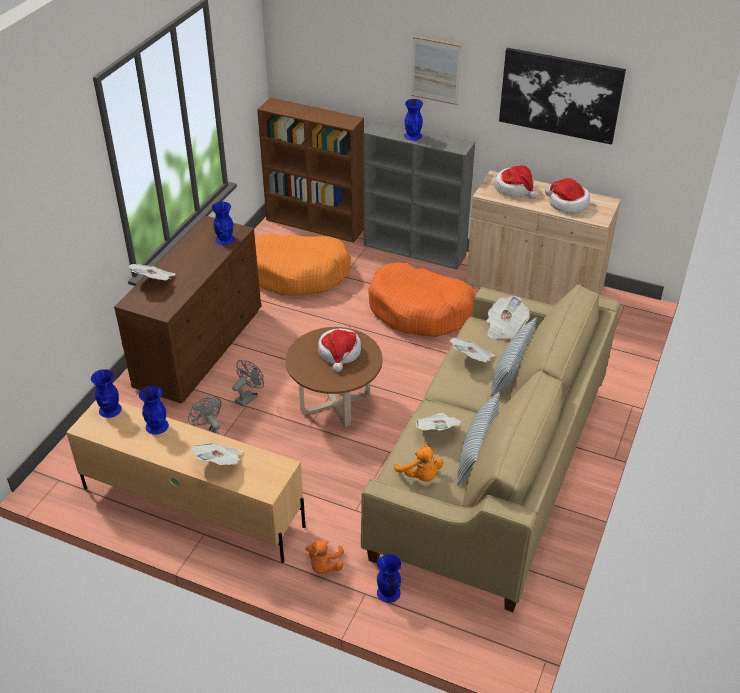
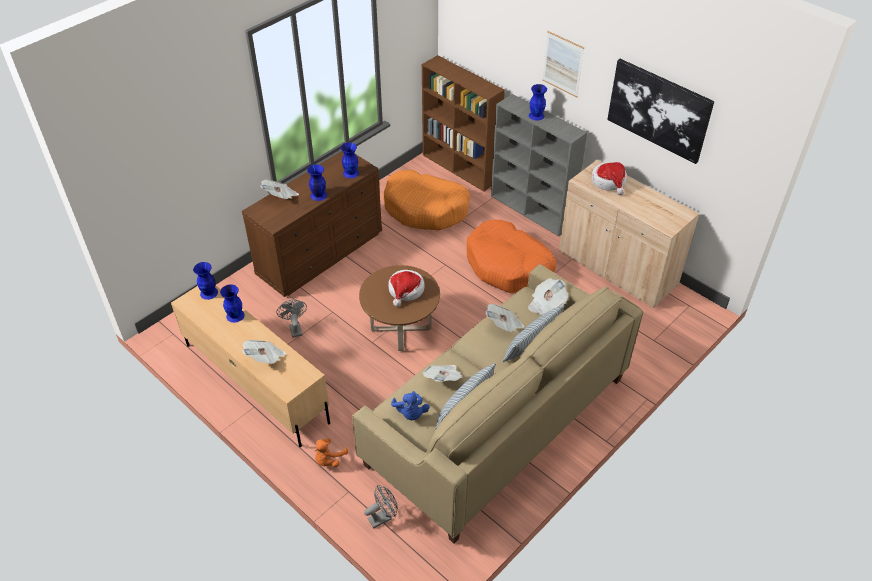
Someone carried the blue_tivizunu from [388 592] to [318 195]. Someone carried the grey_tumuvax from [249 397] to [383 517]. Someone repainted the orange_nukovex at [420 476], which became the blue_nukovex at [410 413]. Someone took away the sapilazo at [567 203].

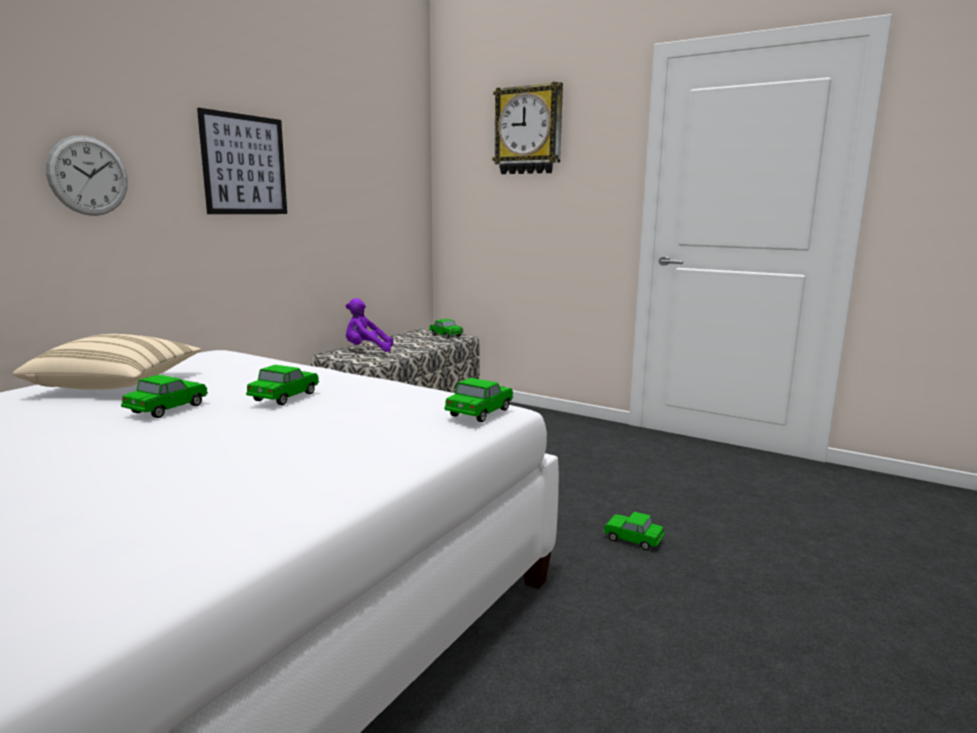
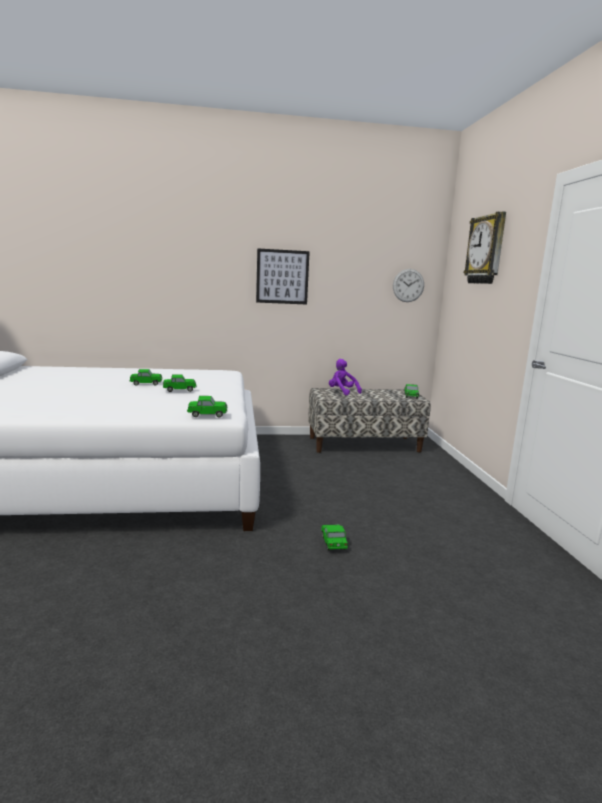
Someone carried the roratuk from [88 176] to [408 285]. Someone took away the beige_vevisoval at [117 385].

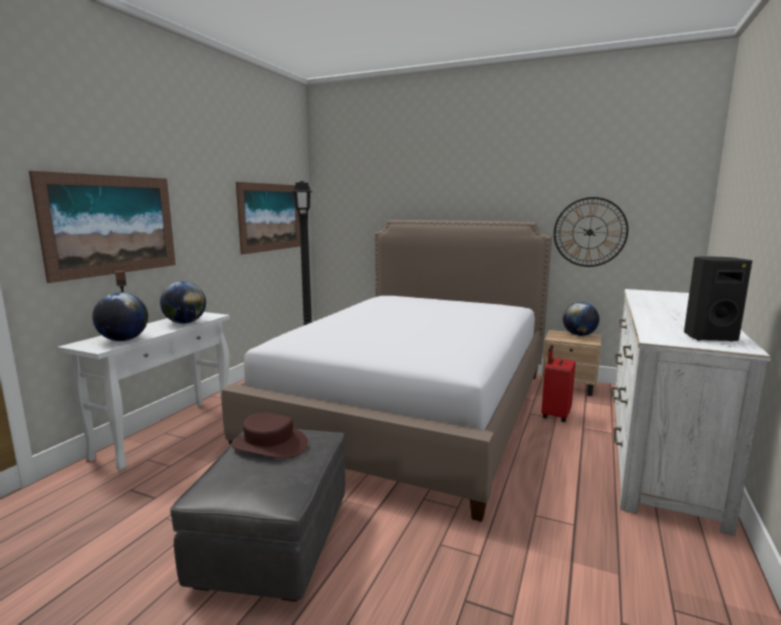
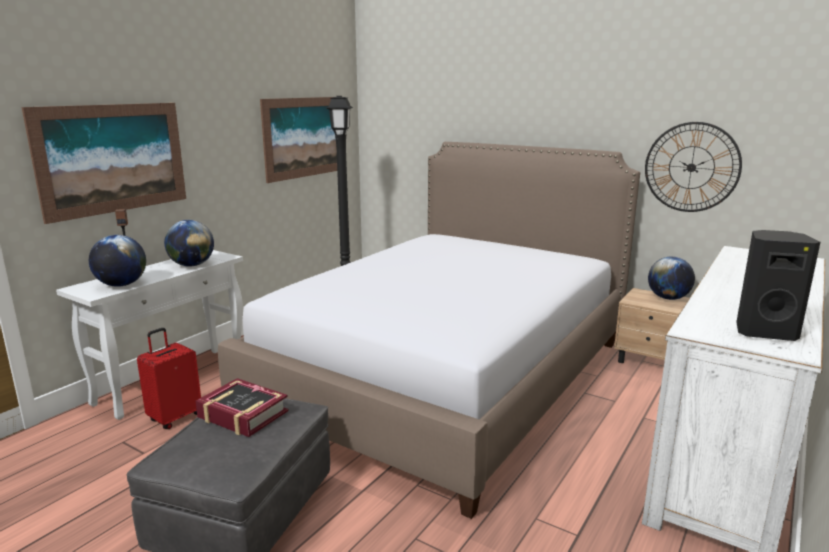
Someone carried the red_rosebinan from [555 415] to [175 417]. Someone swapped the brown_sapilazo at [269 445] for the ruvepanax at [242 415].

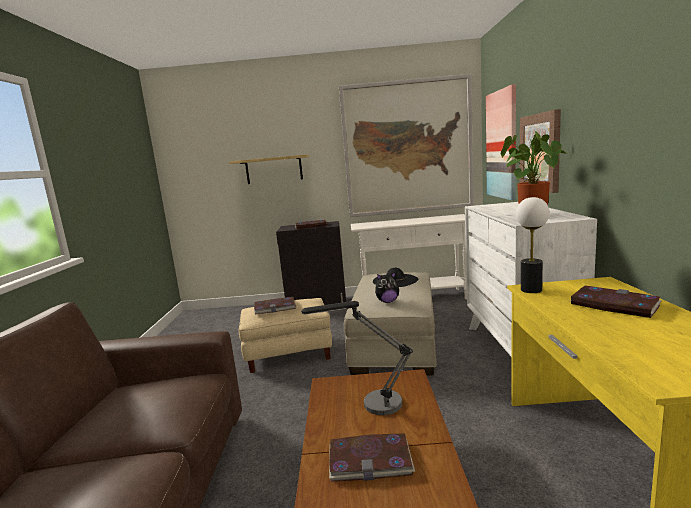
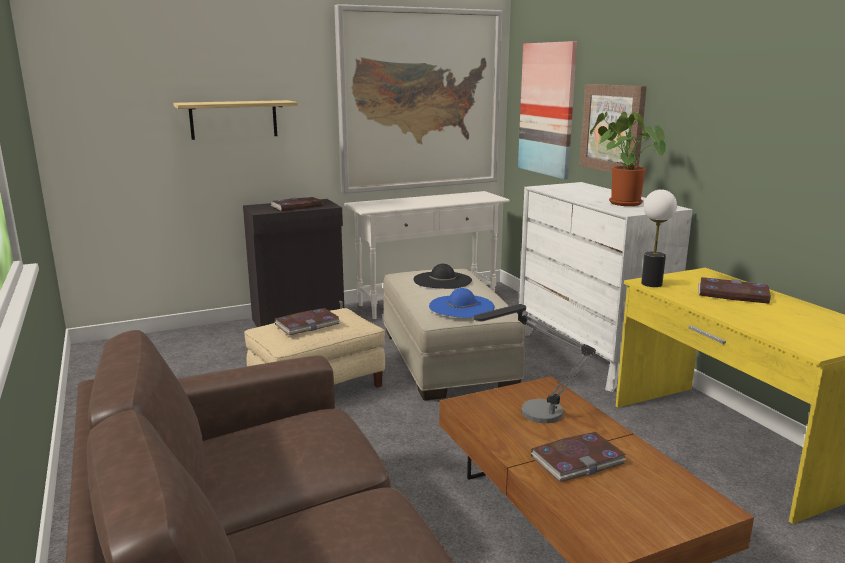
Someone swapped the nukovex at [387 301] for the blue_sapilazo at [461 306].

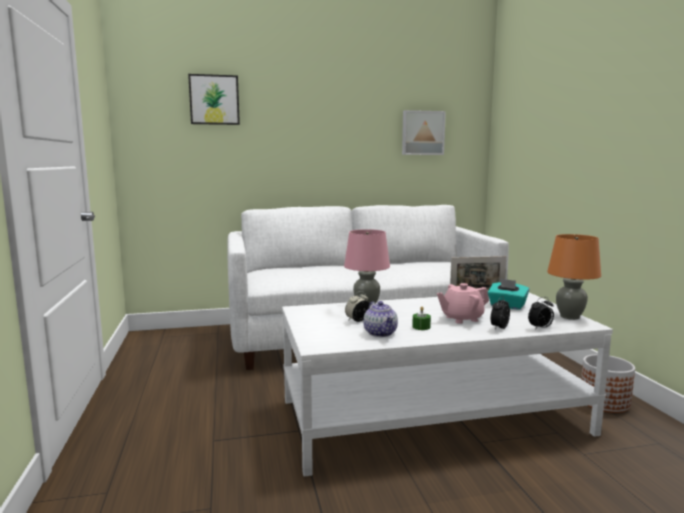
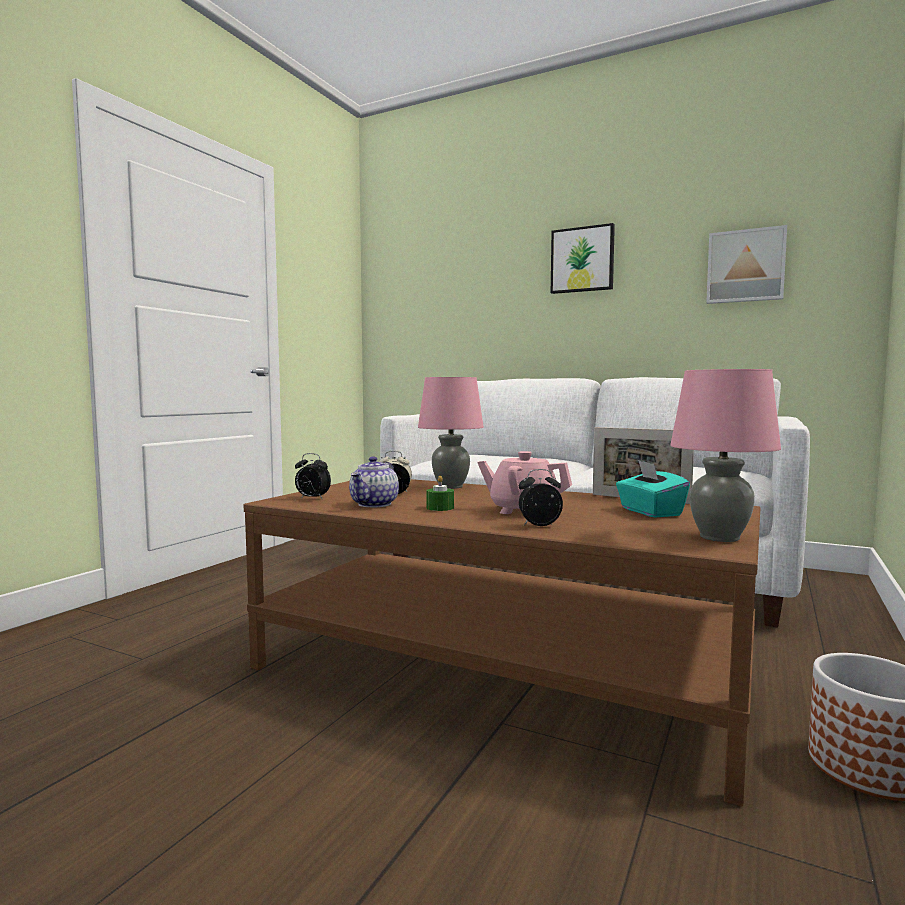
Someone repainted the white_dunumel at [433 417], which became the brown_dunumel at [498 671]. Someone carried the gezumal from [540 328] to [312 498]. Someone carried the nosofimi from [214 100] to [582 260]. Someone repainted the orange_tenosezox at [570 317], which became the pink_tenosezox at [719 537].

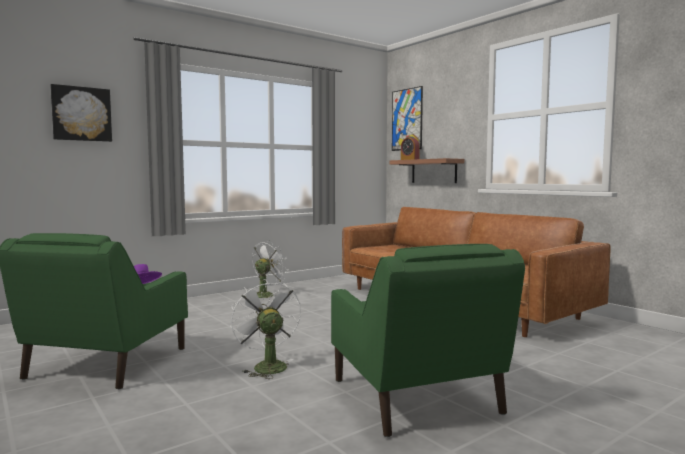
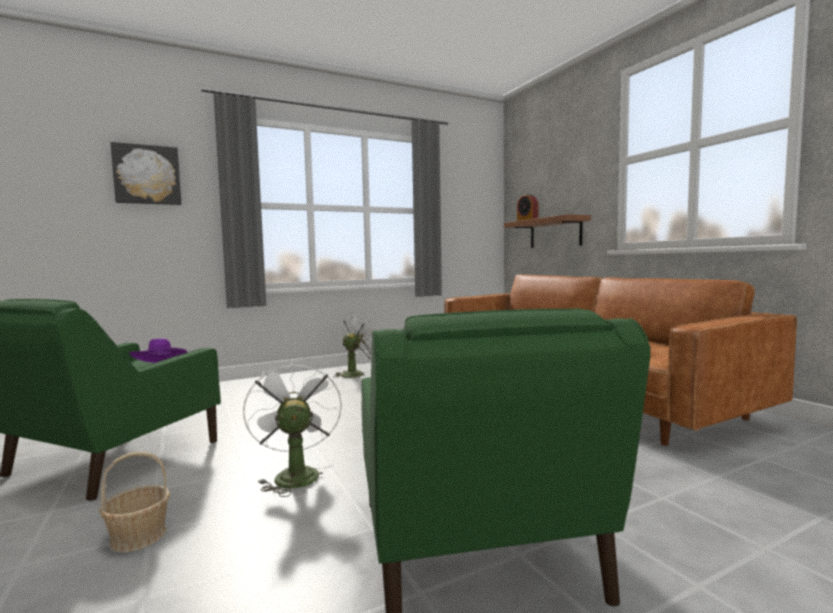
Someone put down the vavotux at [138 536]. Someone took away the nosofimi at [407 119].

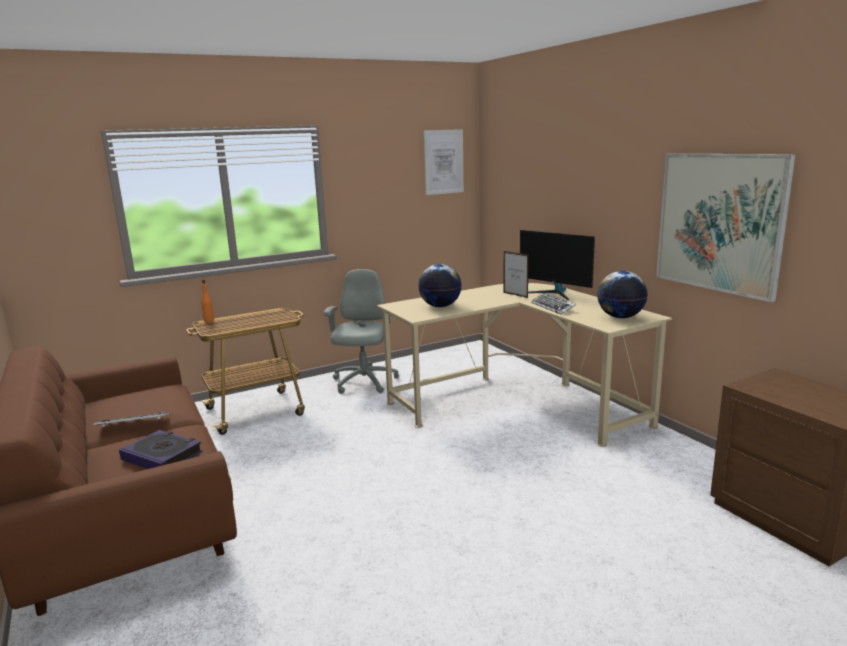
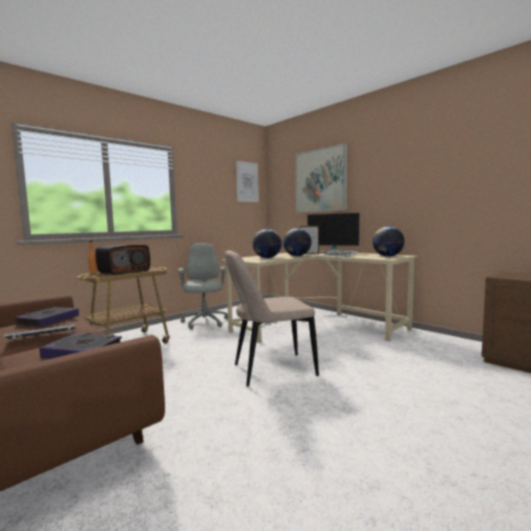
Someone put down the ruvepanax at [48 320]. Someone put down the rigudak at [124 271]. Someone put down the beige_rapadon at [270 370]. Someone put down the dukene at [297 256]. Someone carried the nosofimi from [719 222] to [320 180].

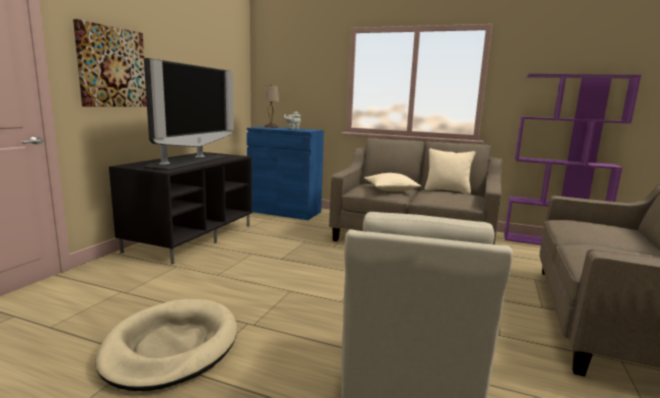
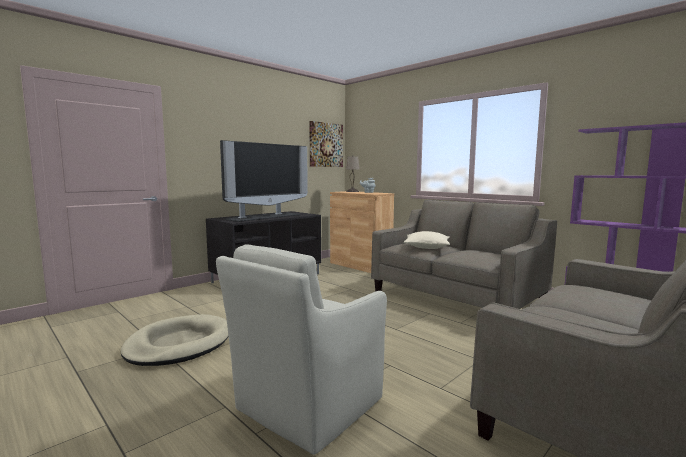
Someone carried the nosofimi from [112 67] to [325 145]. Someone repainted the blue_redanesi at [284 211], which became the brown_redanesi at [360 265]. Someone took away the beige_vevisoval at [447 191].

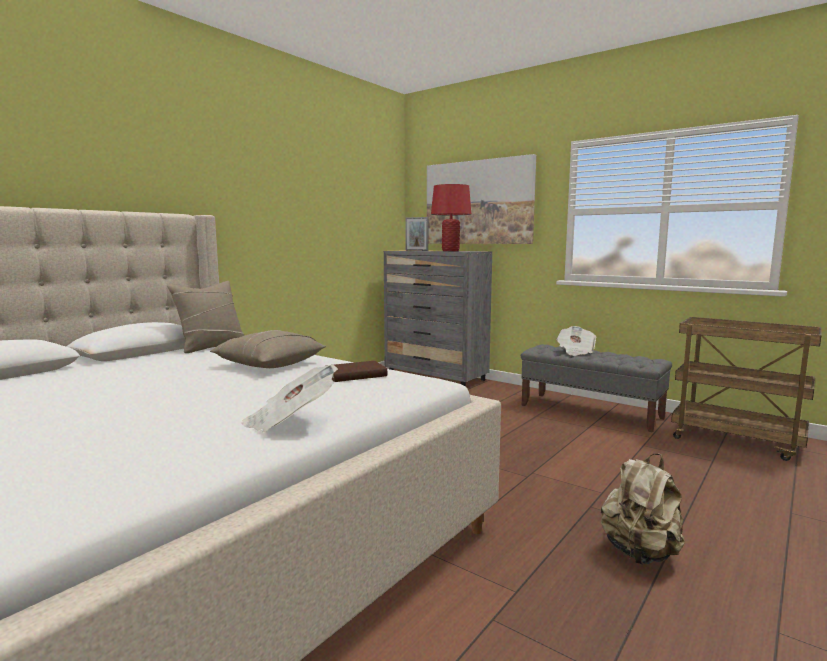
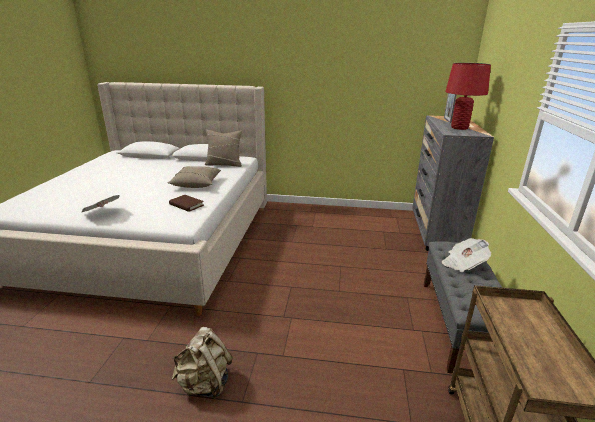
Someone took away the nosofimi at [478 202].

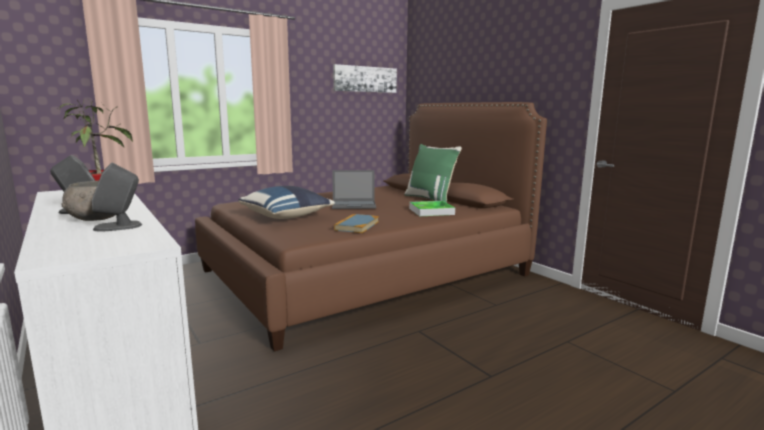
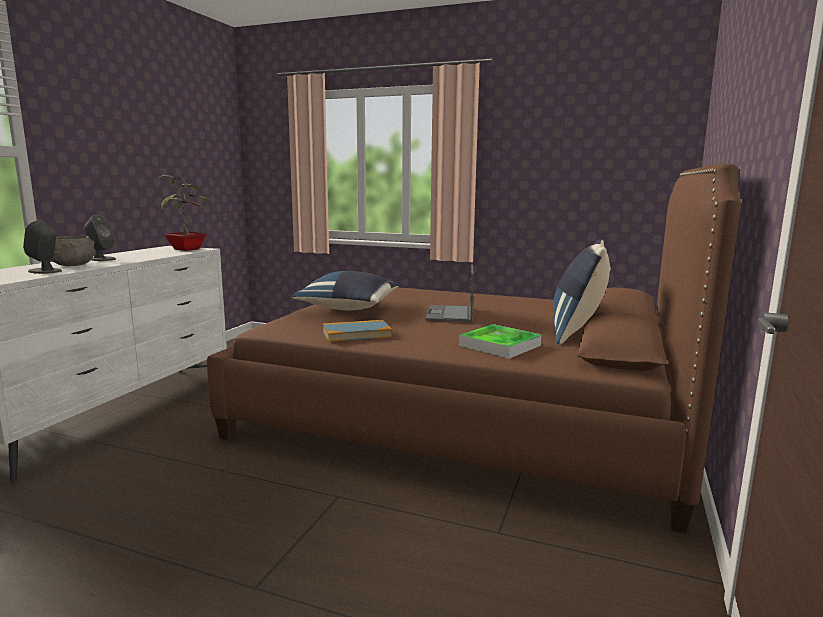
Someone rotated the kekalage at [354 205] by 45 degrees clockwise. Someone repainted the green_vevisoval at [431 199], which became the blue_vevisoval at [577 332]. Someone took away the nosofimi at [365 79].

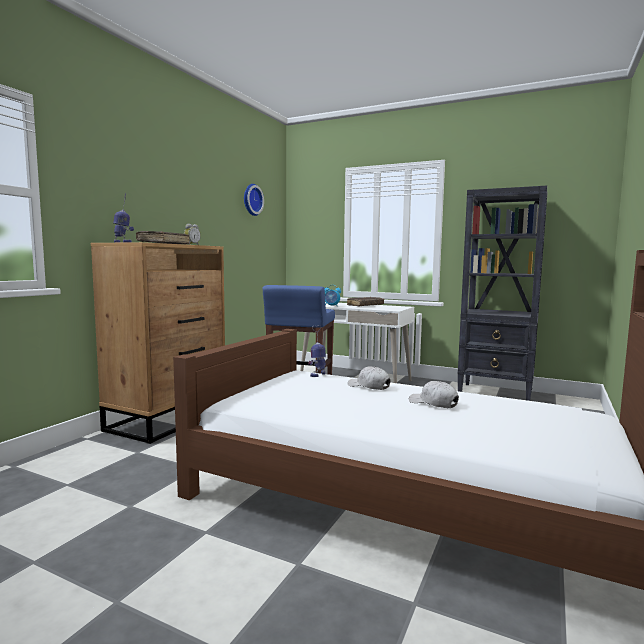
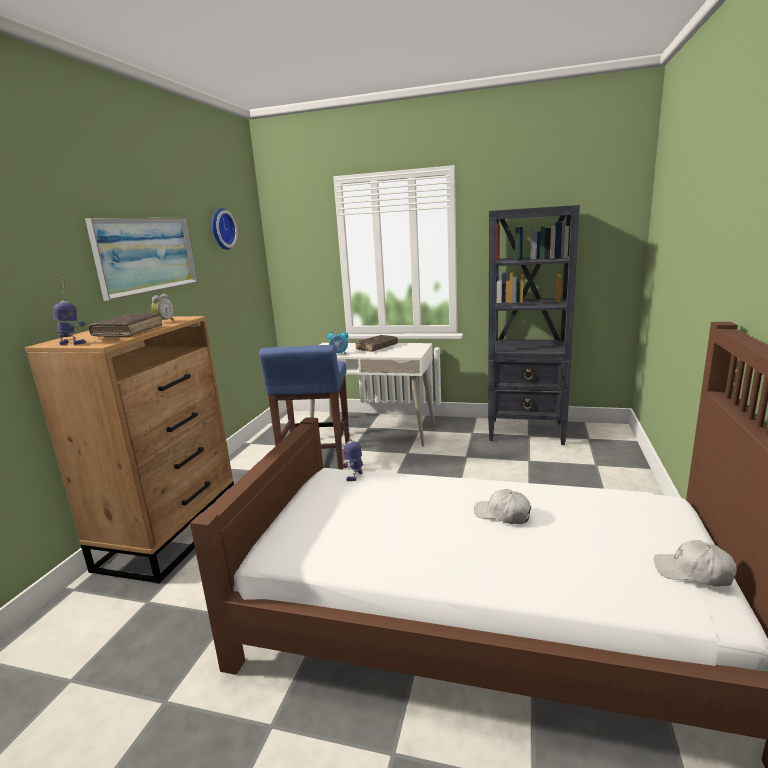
Someone put up the nosofimi at [146 255]. Someone carried the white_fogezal from [369 386] to [693 572].

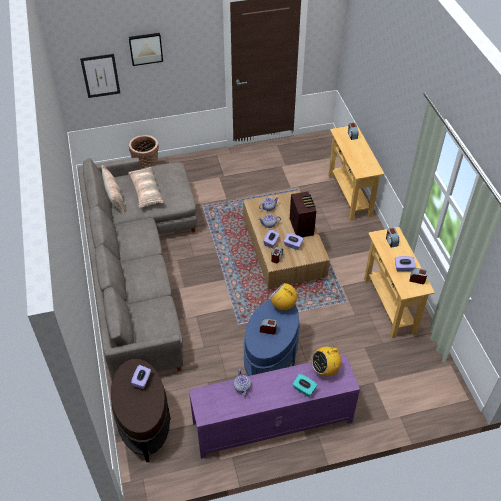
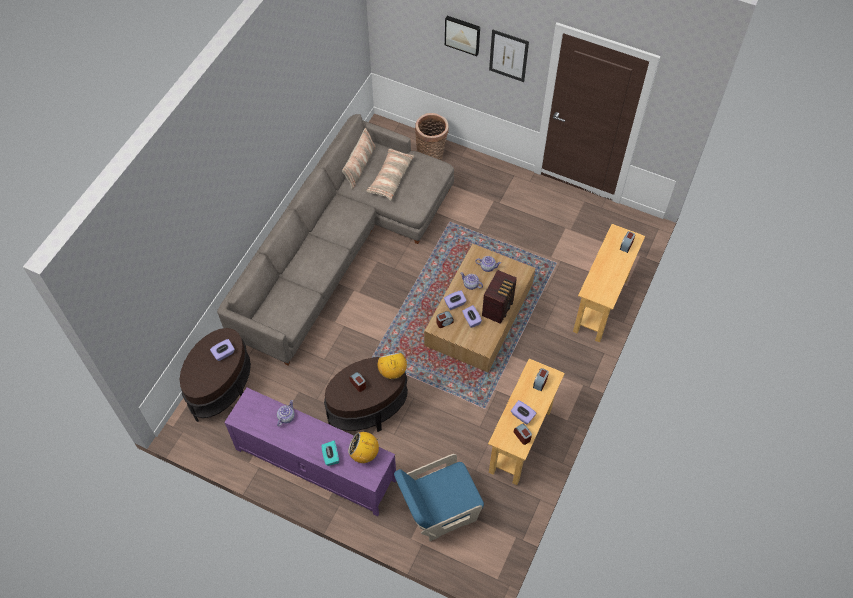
Someone repainted the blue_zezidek at [270 357], which became the brown_zezidek at [368 409]. Someone put down the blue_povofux at [439 511]. Someone carried the nosofimi from [100 76] to [508 55].

